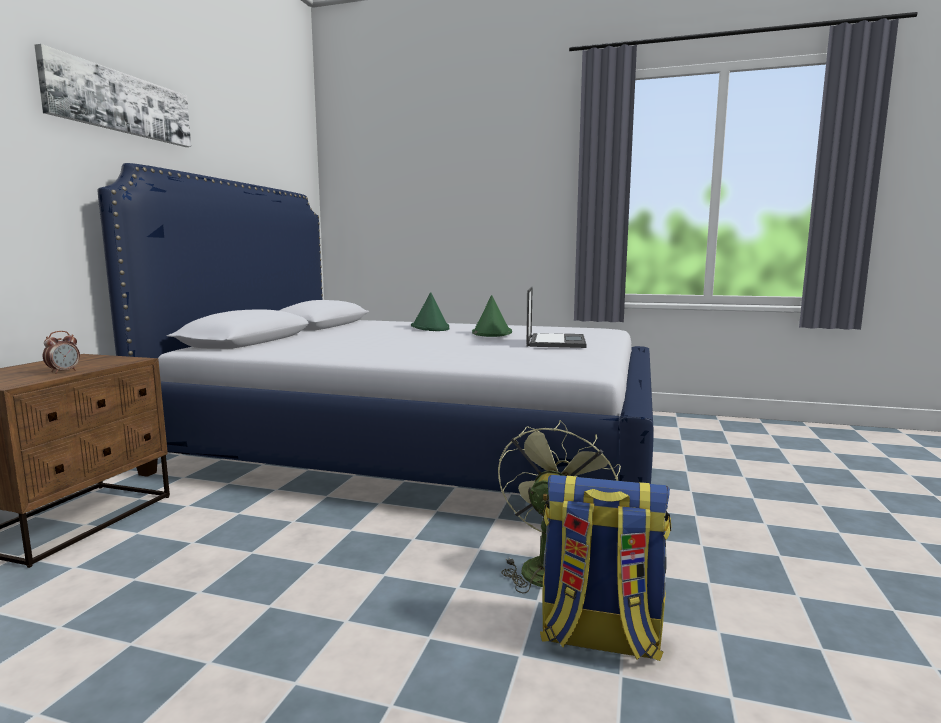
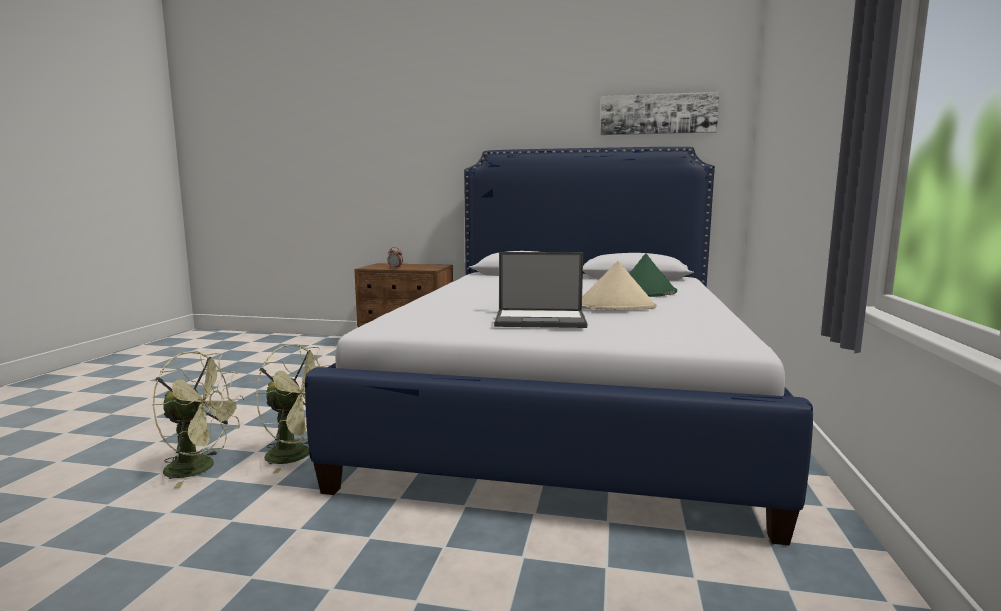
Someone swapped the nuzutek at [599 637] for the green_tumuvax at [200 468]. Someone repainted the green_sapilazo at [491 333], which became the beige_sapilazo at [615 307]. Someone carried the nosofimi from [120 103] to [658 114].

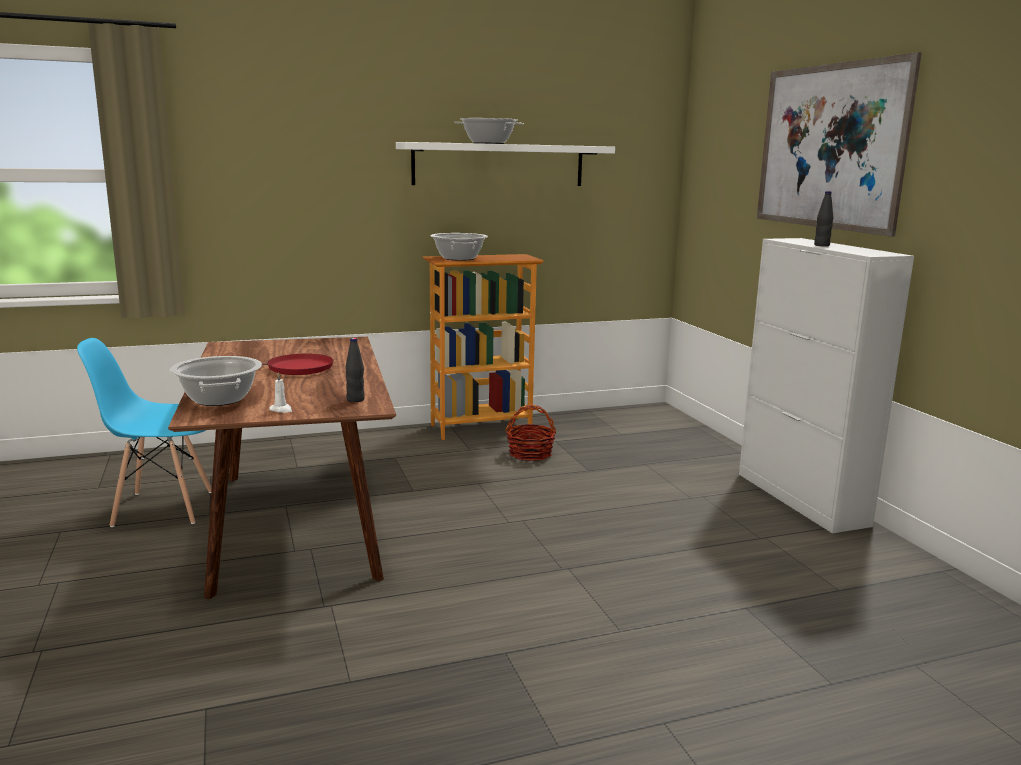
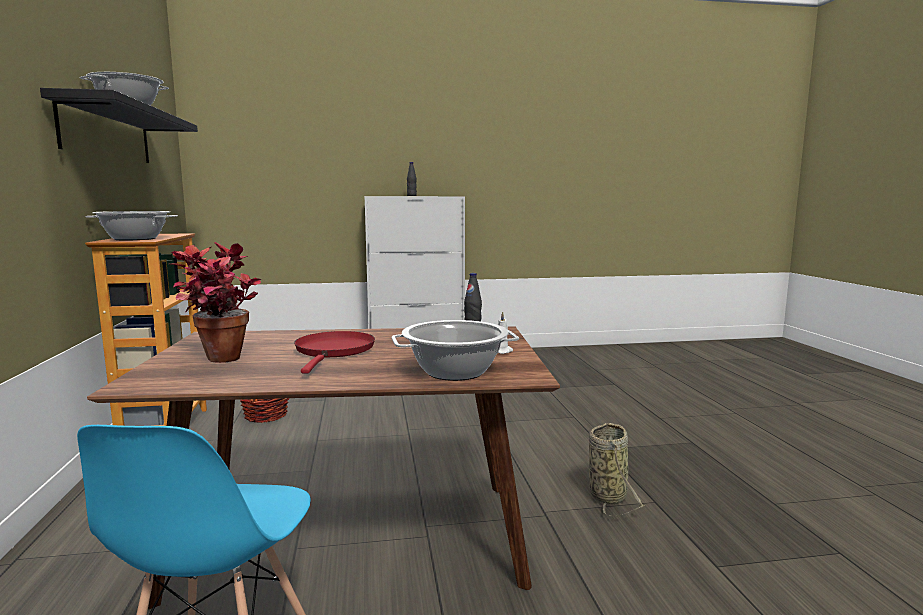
Someone repainted the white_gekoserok at [499 165], which became the black_gekoserok at [108 133]. Someone put down the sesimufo at [220 362]. Someone put down the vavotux at [607 494]. Someone took away the nosofimi at [829 147].

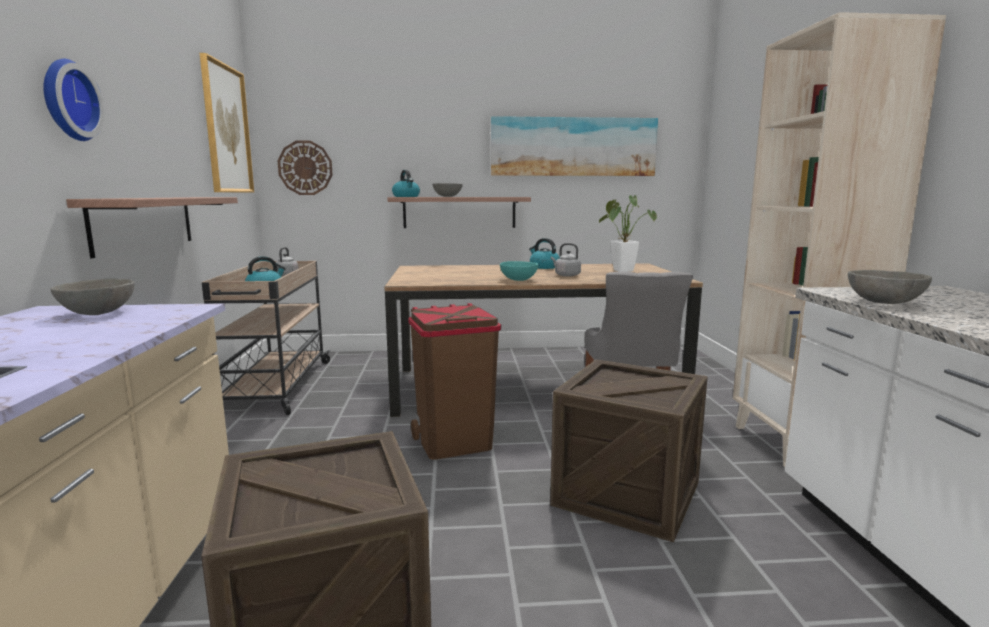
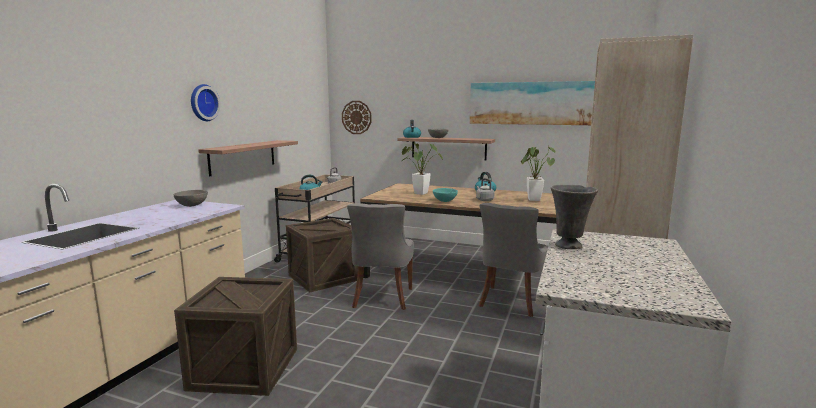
Someone carried the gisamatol from [627 493] to [323 277]. Someone swapped the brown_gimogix at [454 443] for the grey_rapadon at [381 298]. Someone put down the sesimufo at [418 193]. Someone swapped the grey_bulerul at [885 302] for the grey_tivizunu at [569 246]. Someone took away the nosofimi at [226 129].

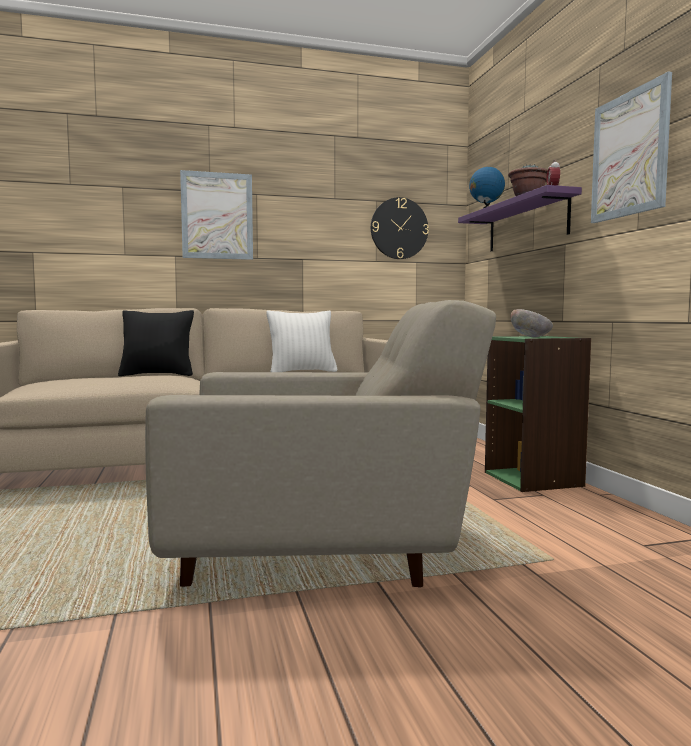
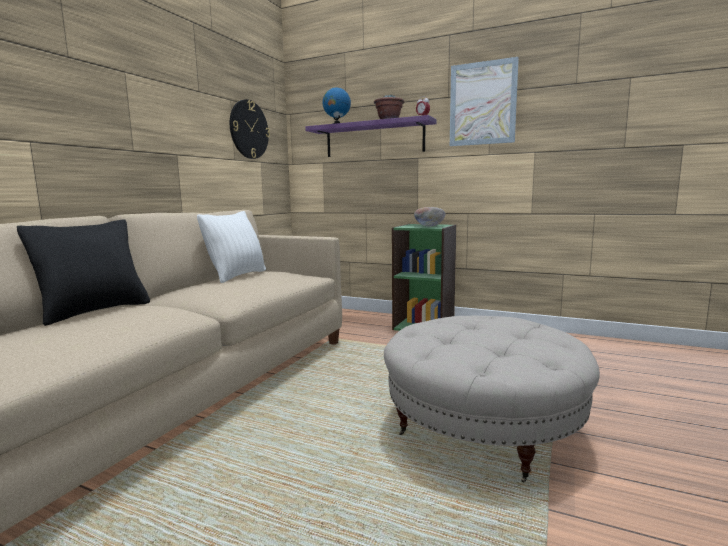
Someone swapped the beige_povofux at [323 553] for the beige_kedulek at [483 427]. Someone took away the nosofimi at [217 216].

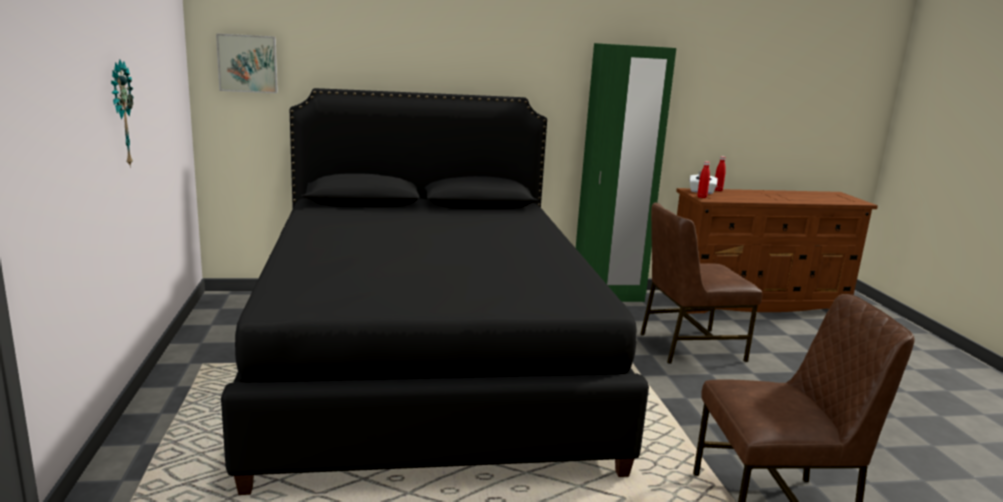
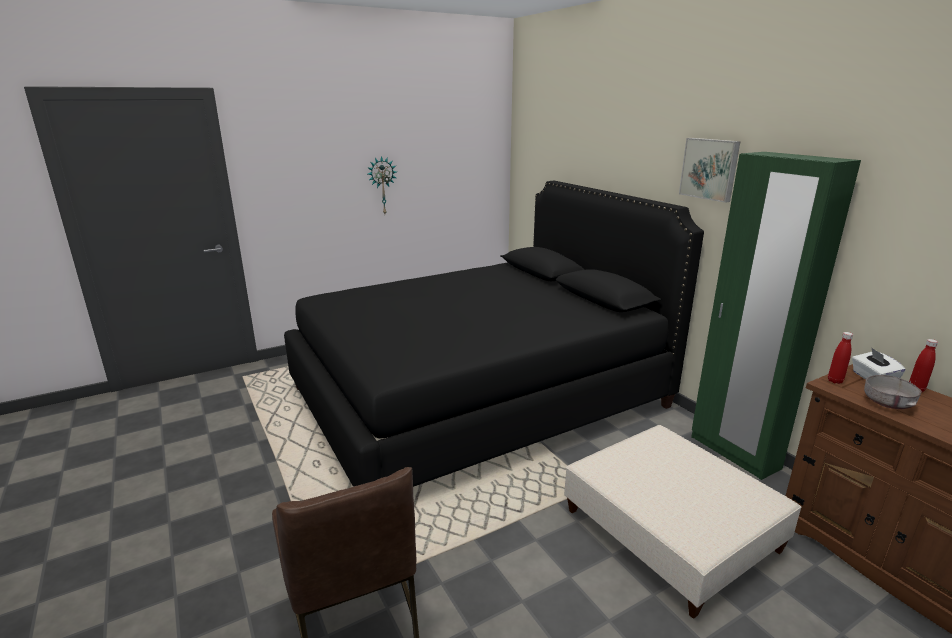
Someone swapped the brown_rapadon at [689 346] for the beige_kedulek at [670 530]. Someone carried the nosofimi from [248 63] to [710 169]. Someone put down the grey_bulerul at [887 403].

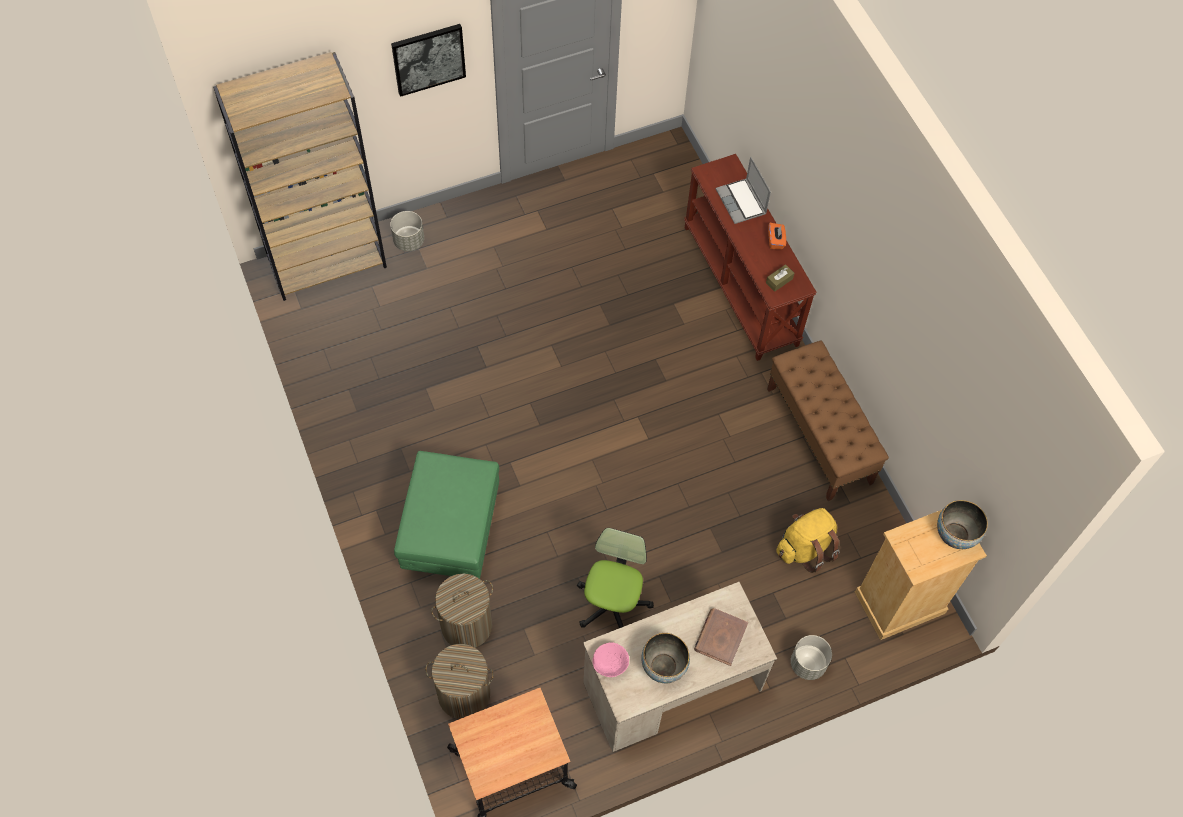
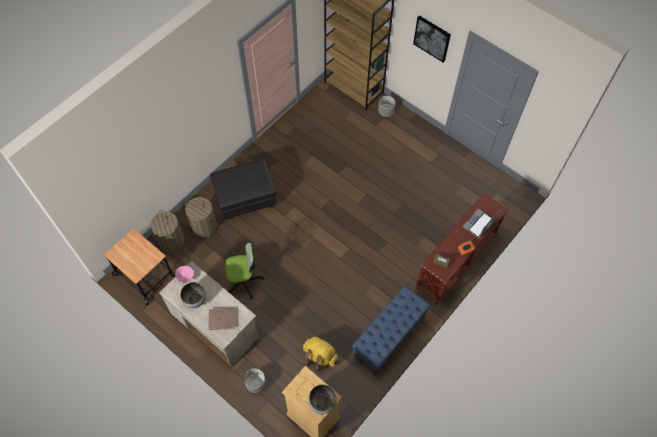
Someone repainted the green_kedulek at [450 533], which became the black_kedulek at [246 199]. Someone repainted the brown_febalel at [819 436], which became the blue_febalel at [388 337].

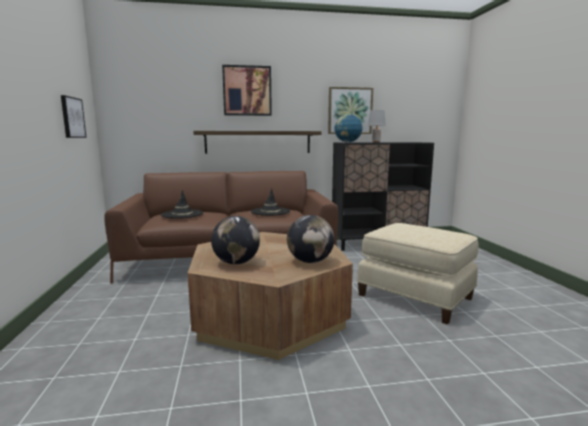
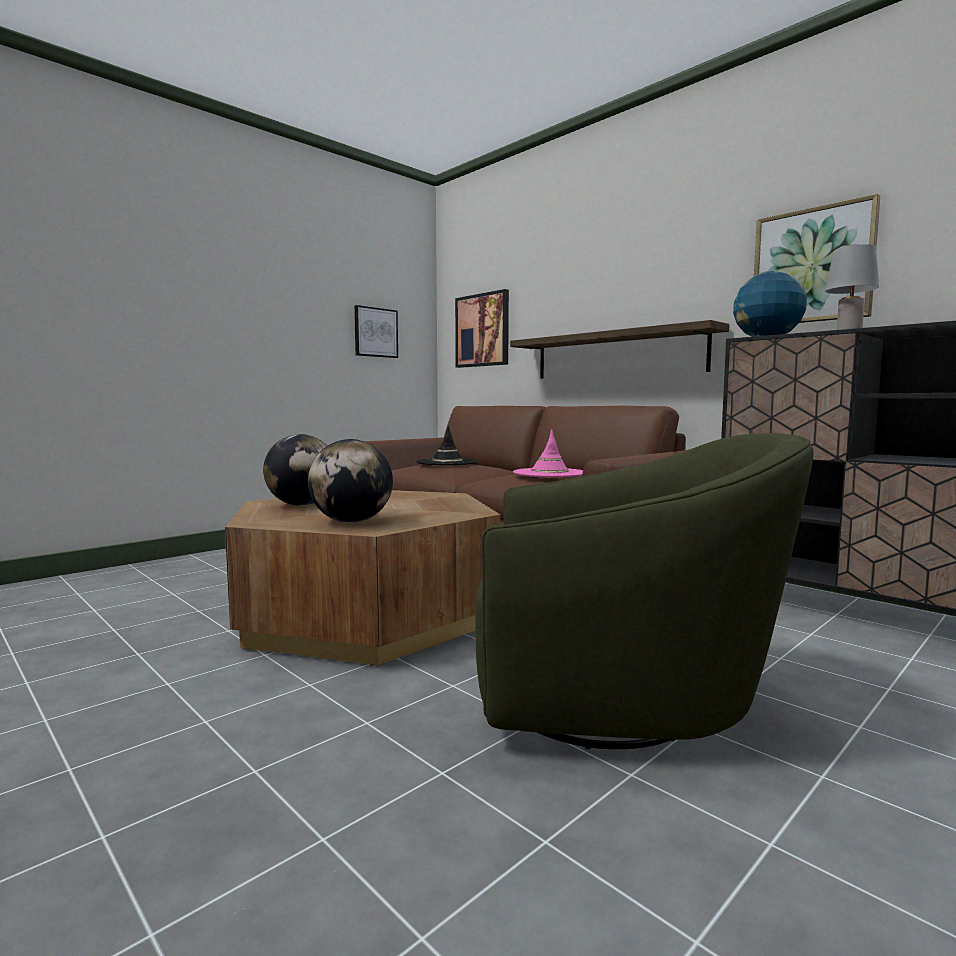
Someone carried the nosofimi from [247 91] to [482 330]. Someone swapped the beige_kedulek at [415 296] for the green_povofux at [620 699]. Someone repainted the black_sapilazo at [270 211], which became the pink_sapilazo at [549 473].

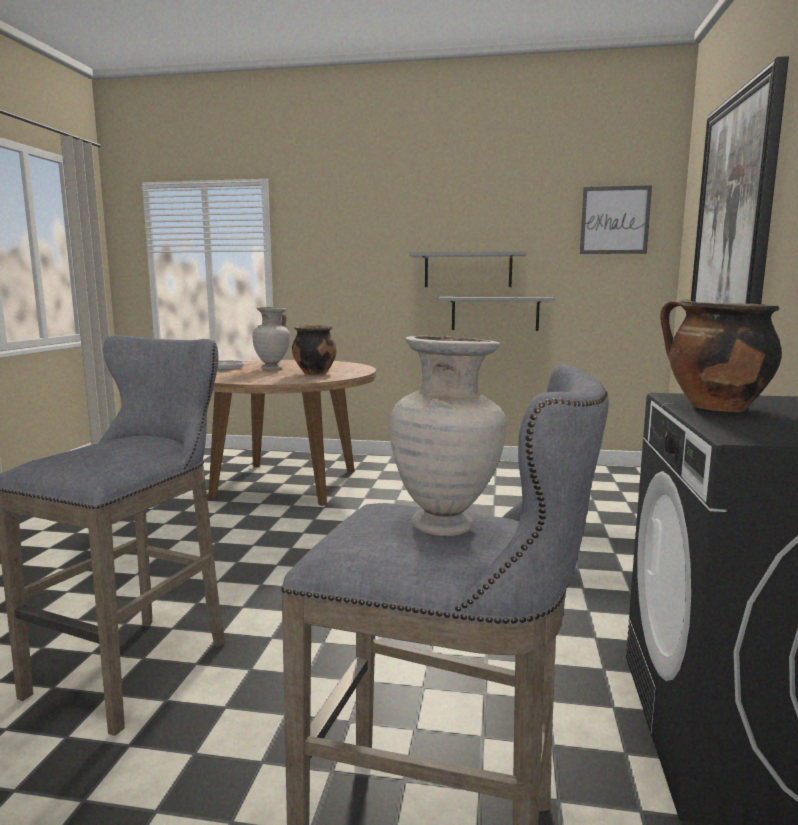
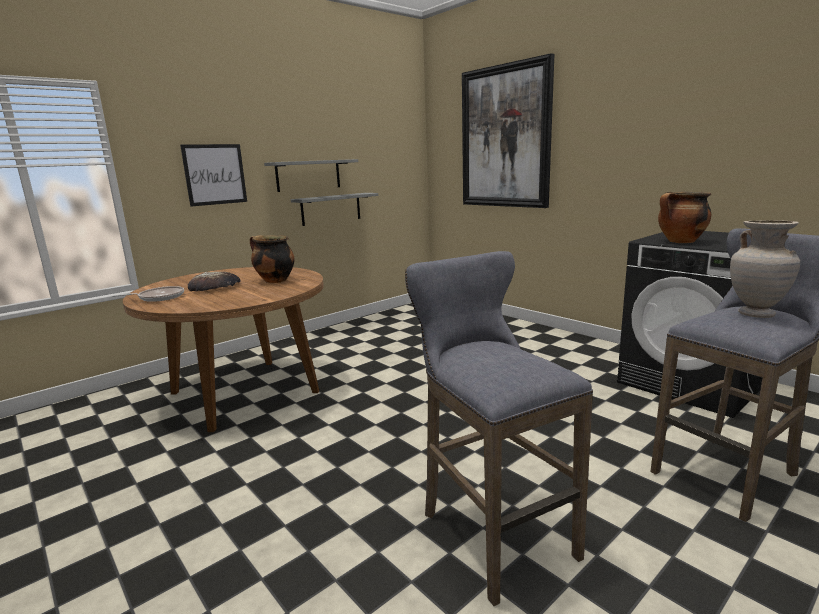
Someone carried the nosofimi from [614 220] to [215 174]. Someone swapped the beige_tivizunu at [272 369] for the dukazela at [215 286].

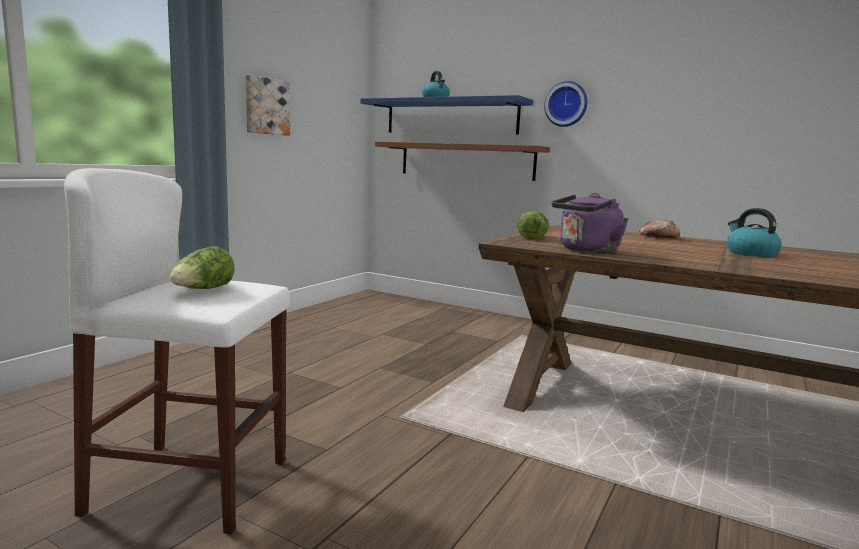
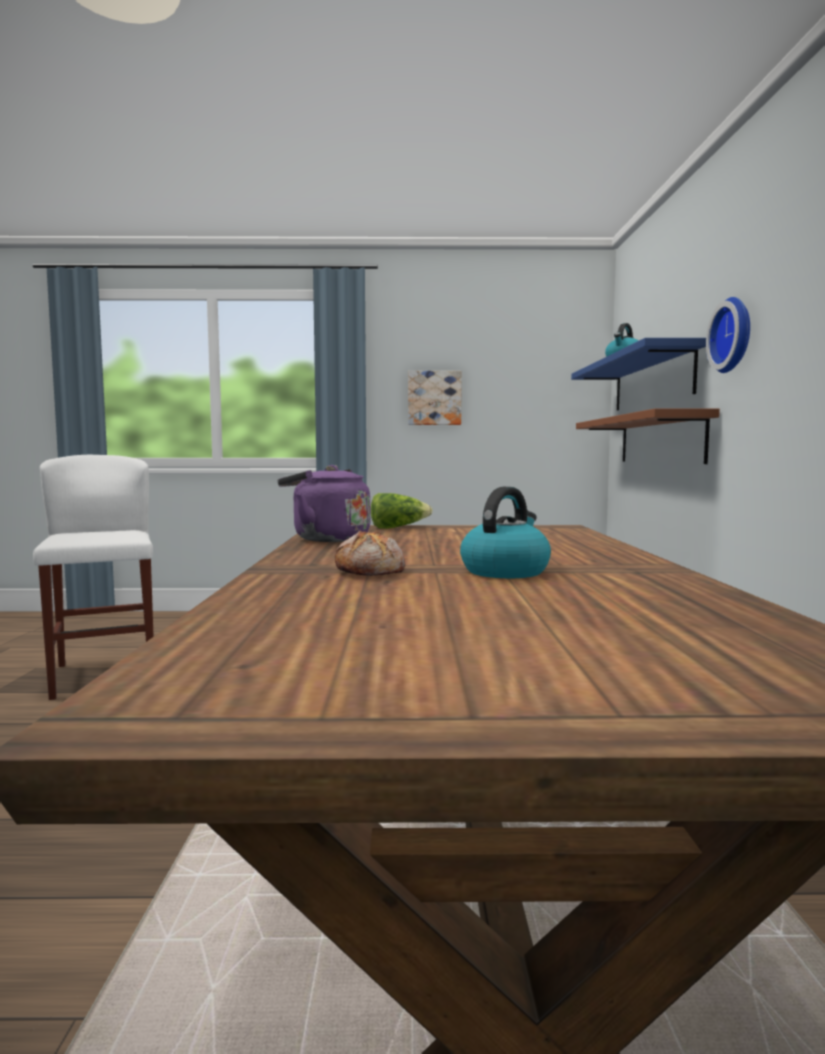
Someone carried the dukazela from [658 237] to [371 571]. Someone took away the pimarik at [203 290].

